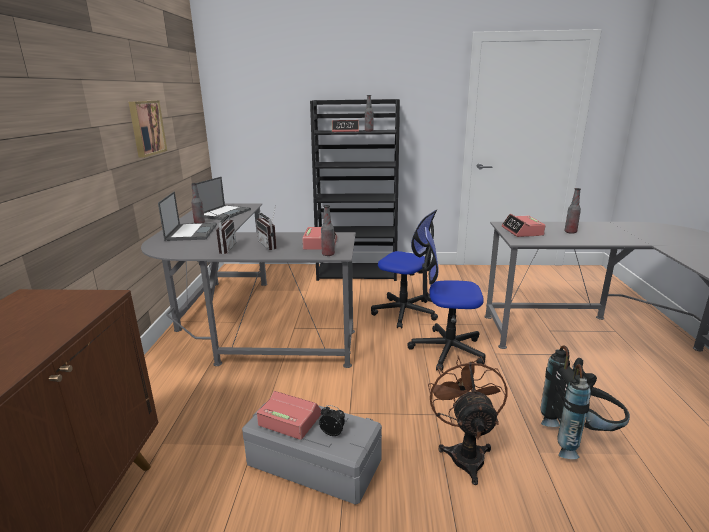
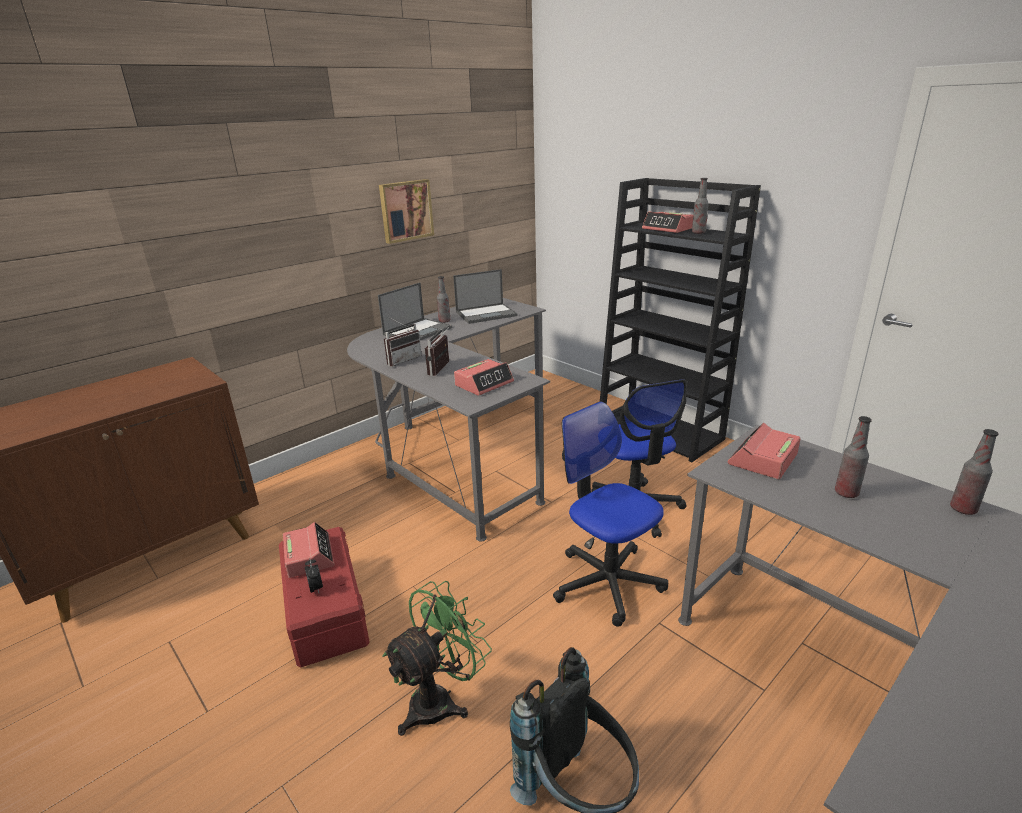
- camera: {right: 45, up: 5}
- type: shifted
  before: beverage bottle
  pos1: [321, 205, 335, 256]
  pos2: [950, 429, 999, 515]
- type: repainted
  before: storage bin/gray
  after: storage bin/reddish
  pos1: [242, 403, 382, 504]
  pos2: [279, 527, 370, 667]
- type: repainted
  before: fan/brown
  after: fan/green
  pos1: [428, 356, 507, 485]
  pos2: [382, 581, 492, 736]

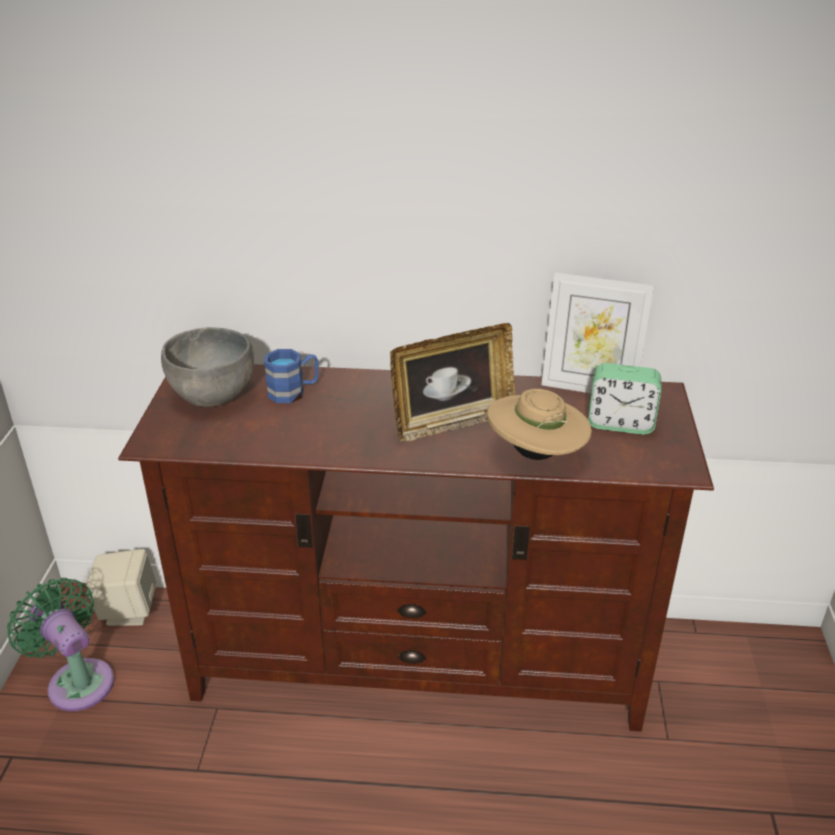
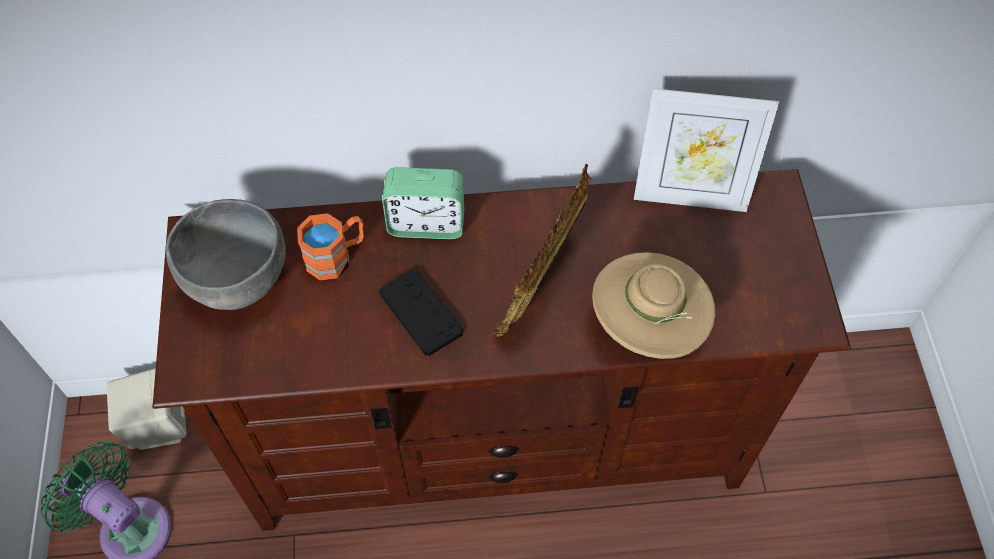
- camera: {right: -10, up: 25}
- type: new
  after: joypad/black
  pos2: [379, 269, 463, 356]
- type: shifted
  before: bedside clock
  pos1: [588, 363, 661, 435]
  pos2: [382, 167, 465, 239]
- type: repainted
  before: coffee mug/blue
  after: coffee mug/orange
  pos1: [264, 349, 318, 403]
  pos2: [297, 213, 364, 280]
- type: rotated
  before: picture frame
  pos1: [390, 323, 516, 442]
  pos2: [490, 164, 592, 337]
  turn: 150

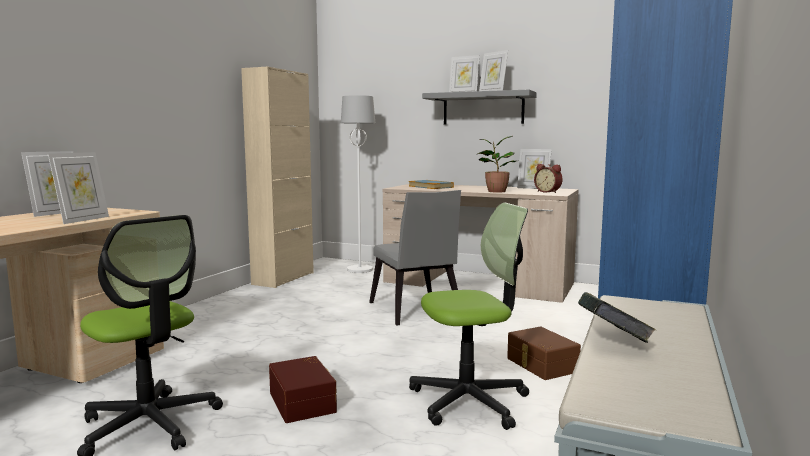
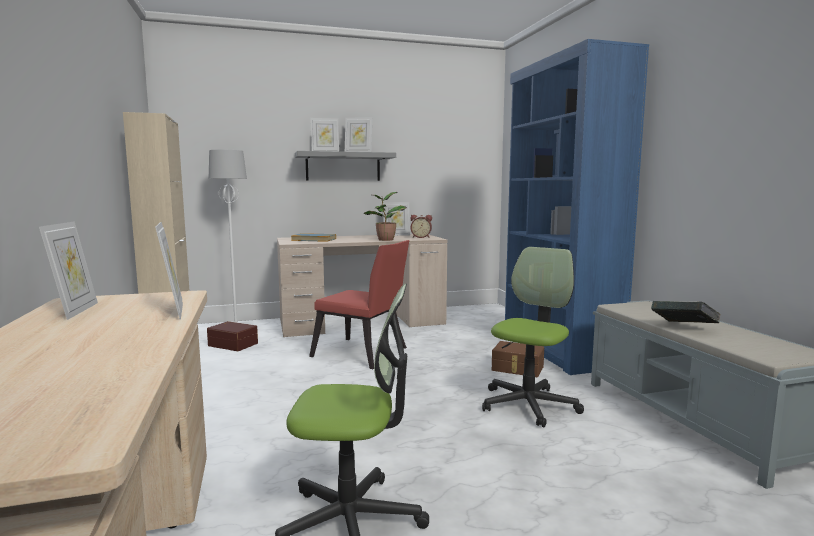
- camera: {right: -40, up: 0}
- type: shifted
  before: storage bin/brown
  pos1: [269, 356, 337, 423]
  pos2: [207, 321, 258, 351]
- type: repainted
  before: chair/gray
  after: chair/reddish
  pos1: [369, 190, 461, 326]
  pos2: [309, 240, 409, 369]

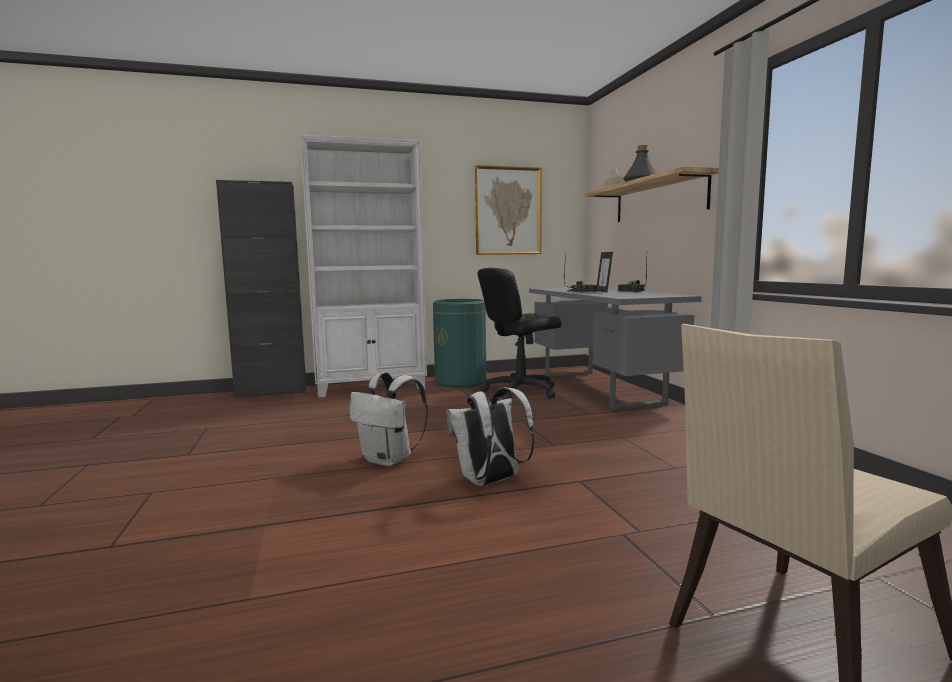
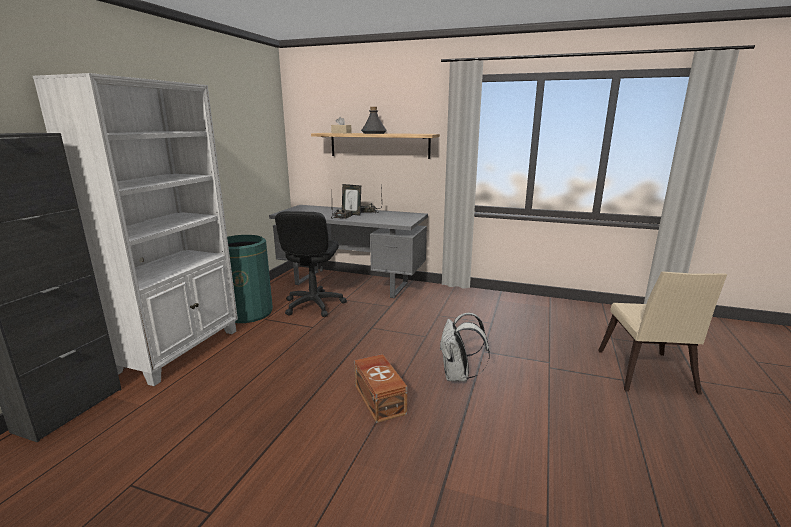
- camera: {right: -55, up: 10}
- type: gone
  before: wall picture
  pos1: [475, 165, 542, 255]
- type: swapped
  before: knapsack/white
  after: storage bin/brown
  pos1: [350, 372, 428, 467]
  pos2: [354, 354, 407, 423]

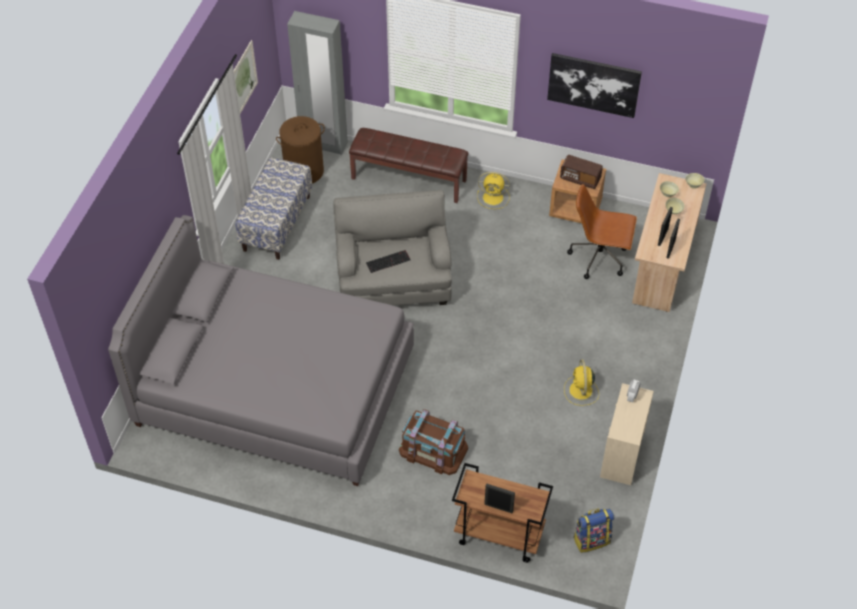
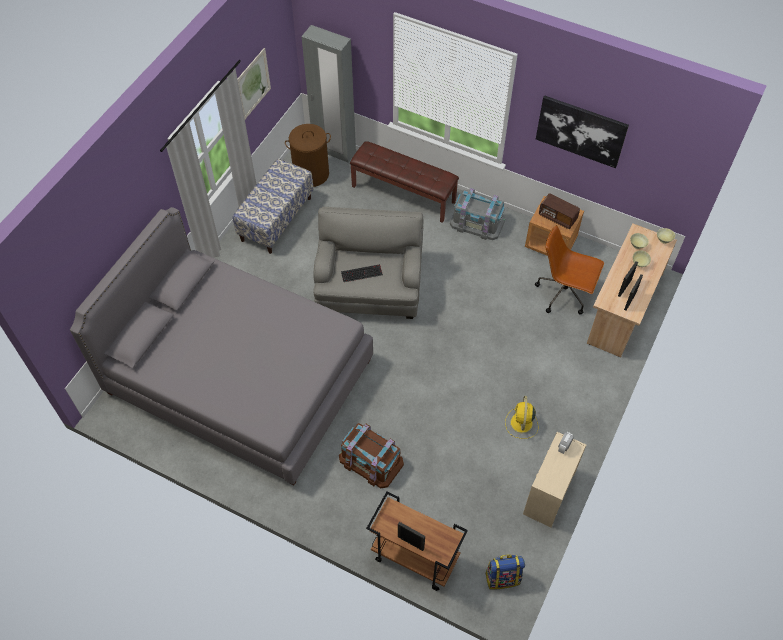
- camera: {right: 10, up: 5}
- type: swapped
  before: fan/yellow-coloured
  after: storage bin/gray
  pos1: [477, 172, 510, 209]
  pos2: [450, 188, 505, 240]

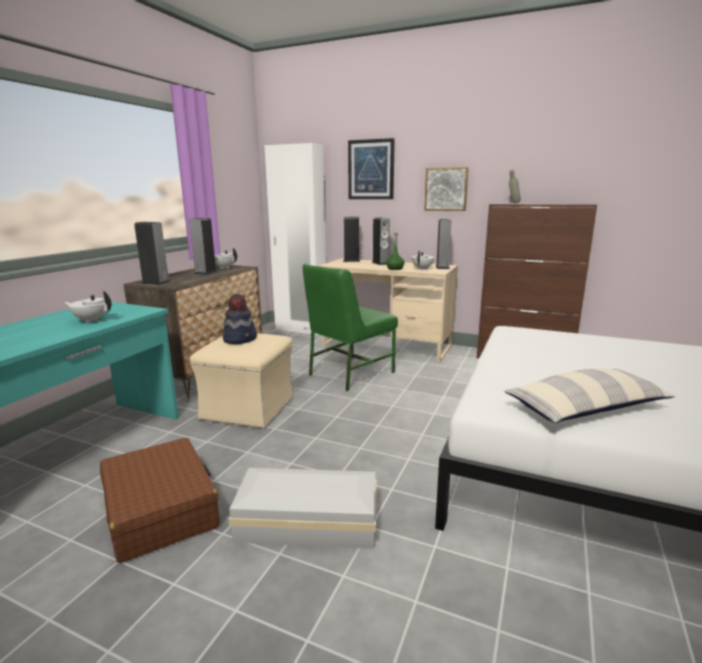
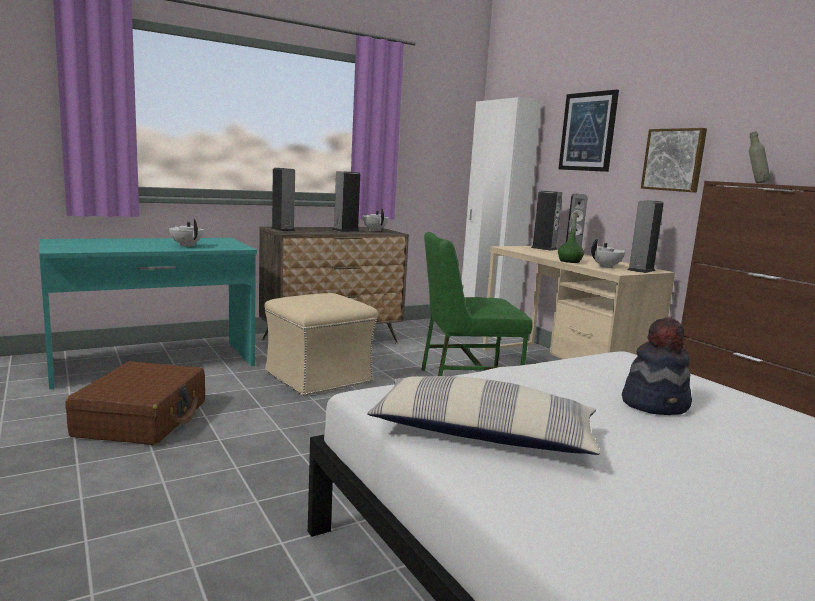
- camera: {right: 35, up: -5}
- type: gone
  before: storage bin/white
  pos1: [228, 468, 377, 549]
- type: shifted
  before: clothing hat
  pos1: [223, 294, 257, 344]
  pos2: [622, 317, 692, 415]

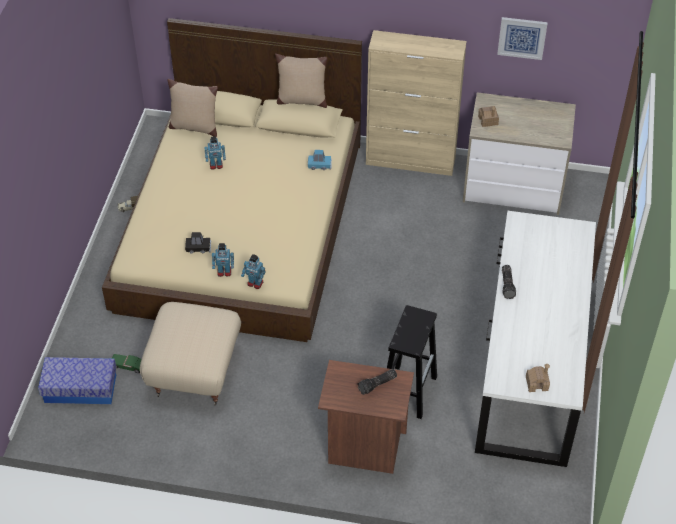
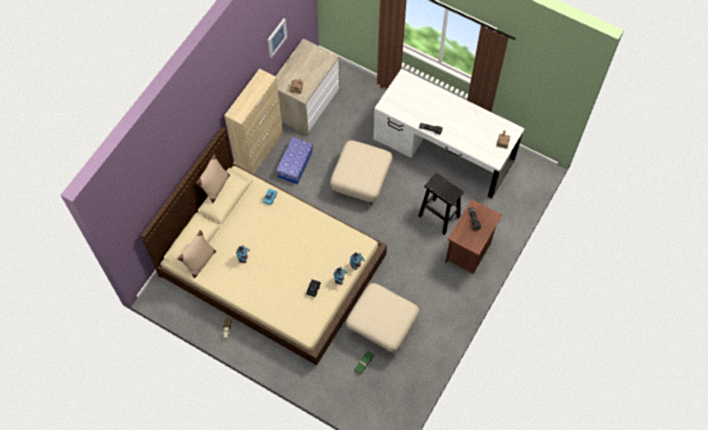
- camera: {right: -70, up: 15}
- type: new
  after: footrest/beige-coloured
  pos2: [330, 140, 393, 206]
- type: shifted
  before: storage bin
  pos1: [38, 357, 116, 404]
  pos2: [276, 137, 313, 184]

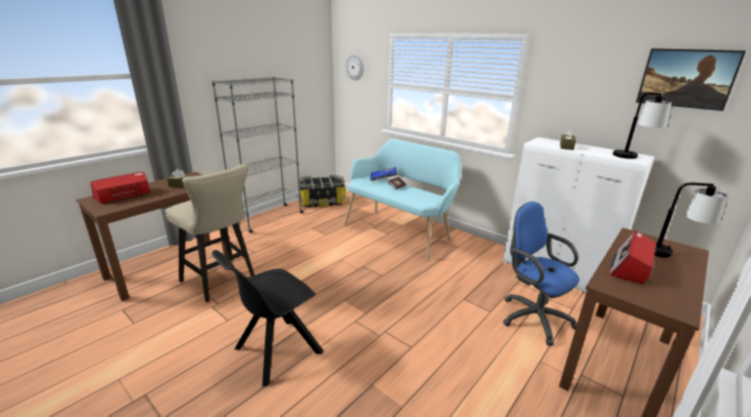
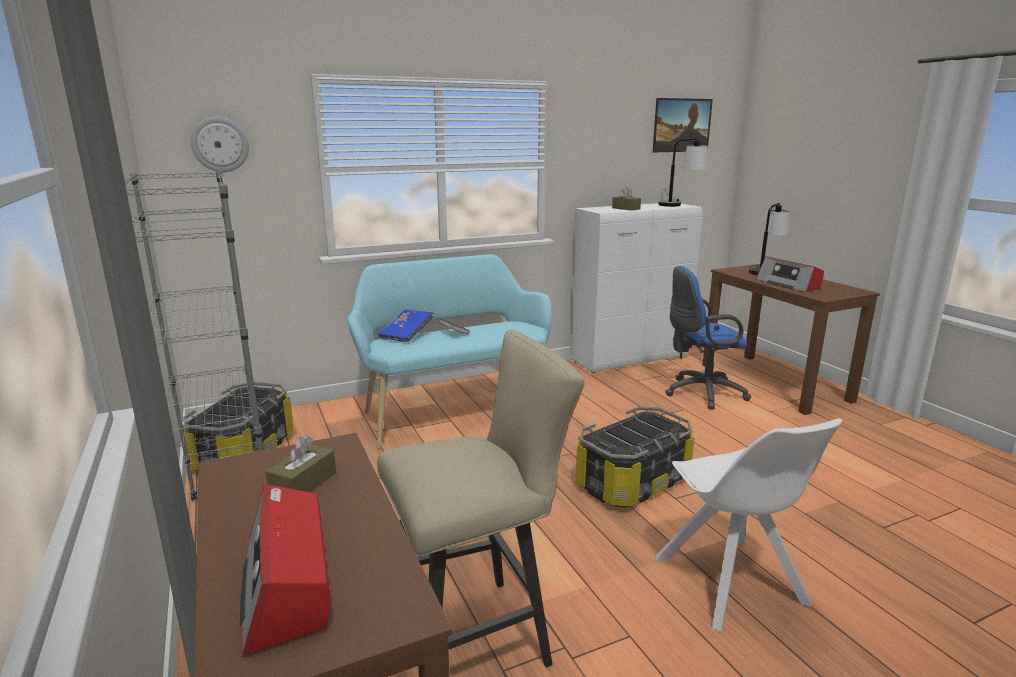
- camera: {right: -65, up: -5}
- type: new
  after: storage bin
  pos2: [575, 407, 694, 508]
- type: repainted
  before: chair/black
  after: chair/white
  pos1: [212, 250, 323, 386]
  pos2: [656, 418, 842, 632]

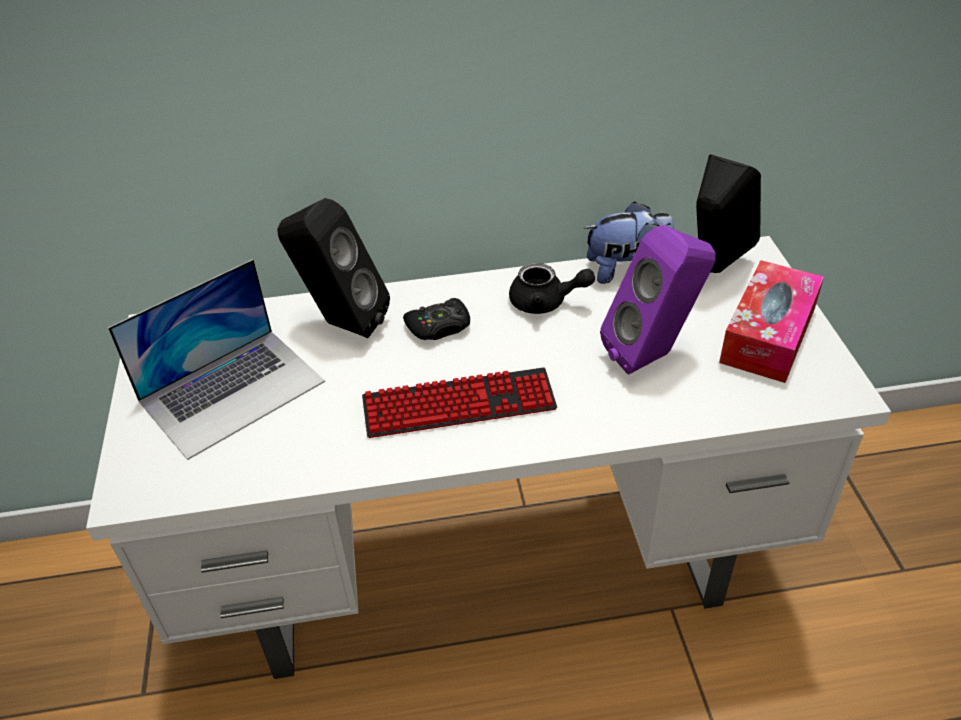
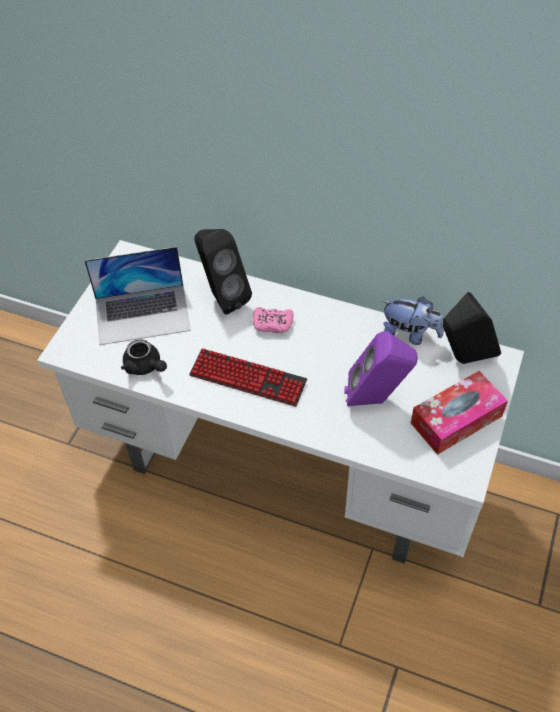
- camera: {right: 30, up: 10}
- type: shifted
  before: pot for tea/black
  pos1: [509, 263, 595, 314]
  pos2: [121, 339, 167, 375]
- type: repainted
  before: joypad/black
  after: joypad/pink
  pos1: [403, 298, 470, 340]
  pos2: [253, 307, 294, 333]

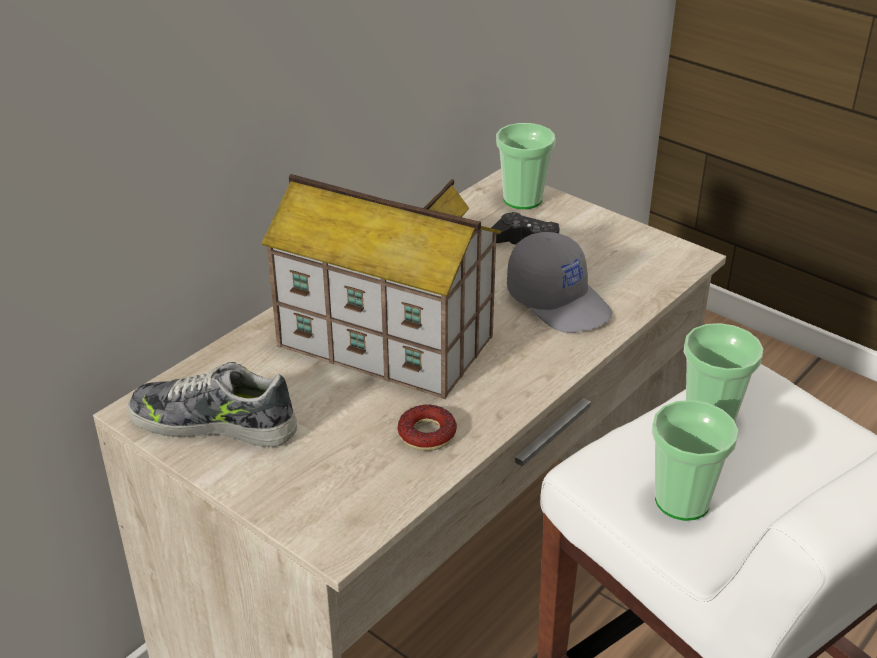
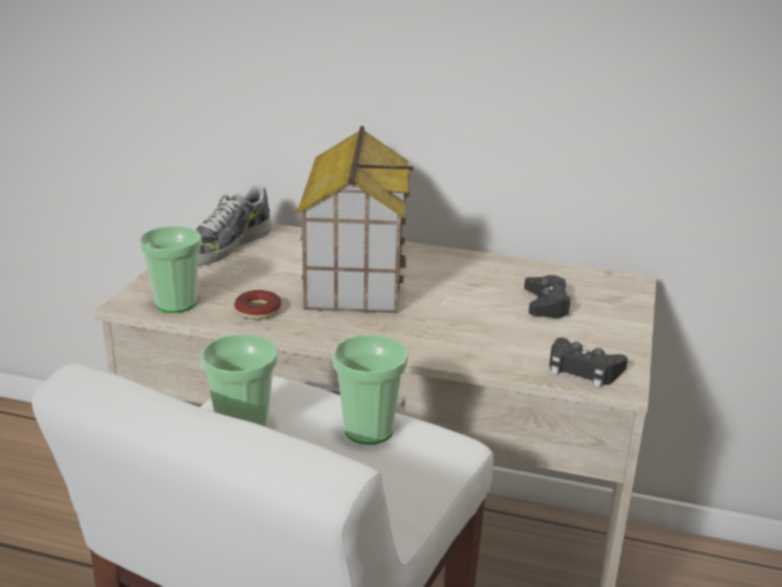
- camera: {right: 65, up: -10}
- type: gone
  before: baseball cap/gray
  pos1: [507, 232, 612, 333]
- type: new
  after: joypad/black
  pos2: [549, 337, 628, 388]
- type: shifted
  before: drinking cup
  pos1: [496, 123, 556, 209]
  pos2: [139, 226, 202, 313]
- type: rotated
  before: shoe
  pos1: [128, 362, 297, 447]
  pos2: [196, 185, 272, 265]
  turn: -135

